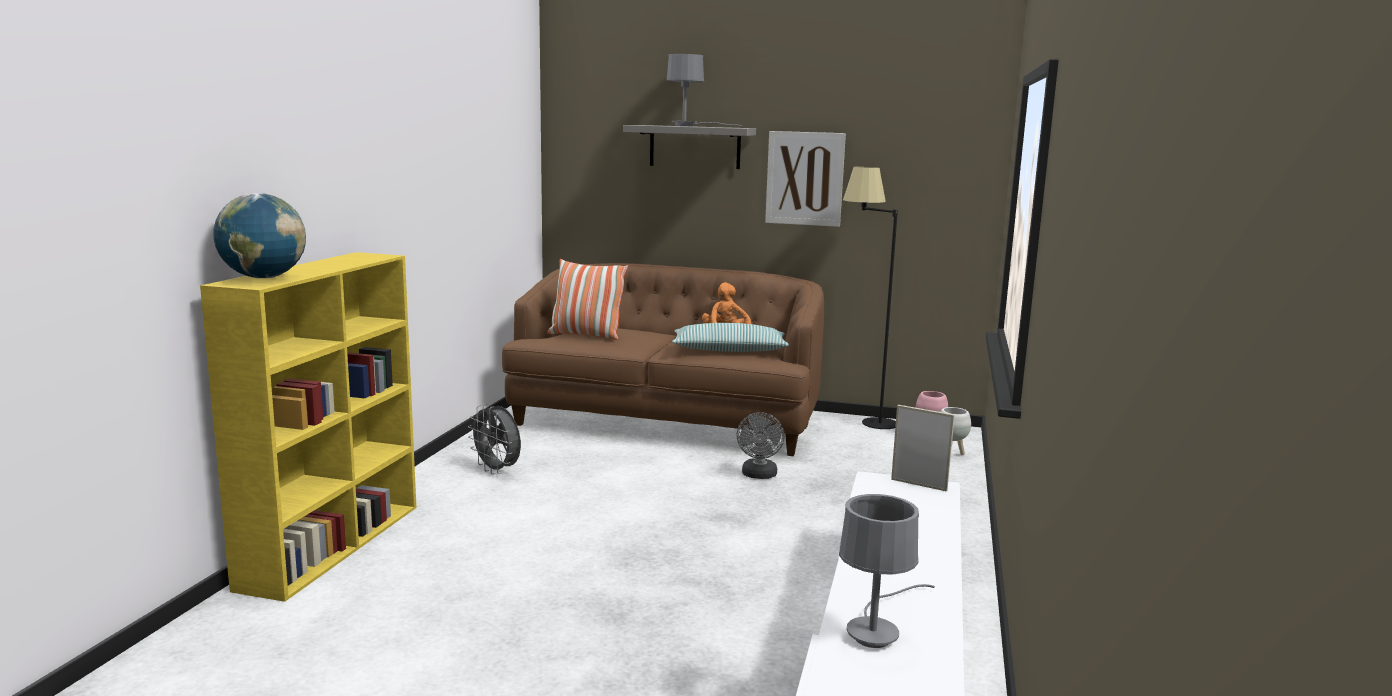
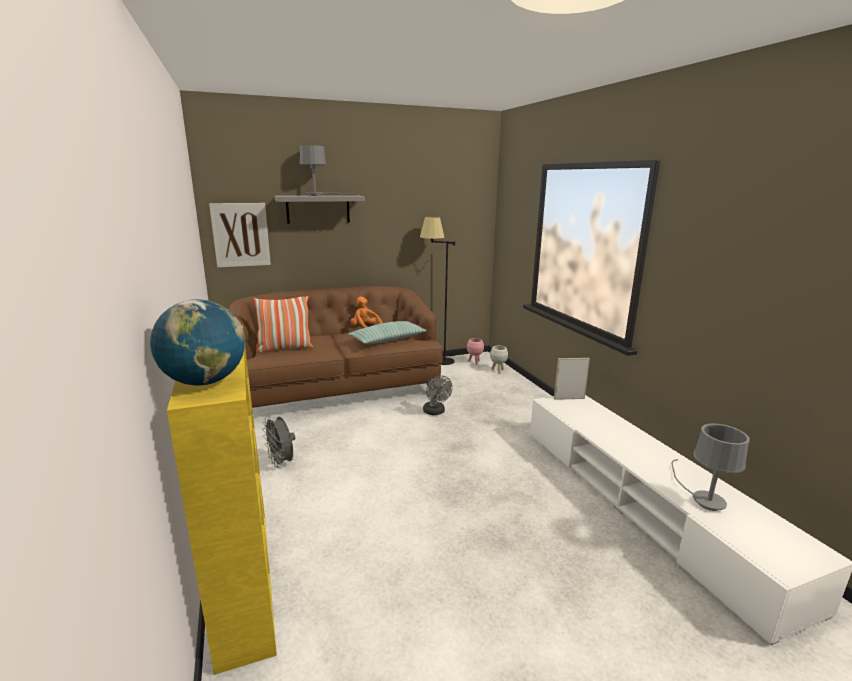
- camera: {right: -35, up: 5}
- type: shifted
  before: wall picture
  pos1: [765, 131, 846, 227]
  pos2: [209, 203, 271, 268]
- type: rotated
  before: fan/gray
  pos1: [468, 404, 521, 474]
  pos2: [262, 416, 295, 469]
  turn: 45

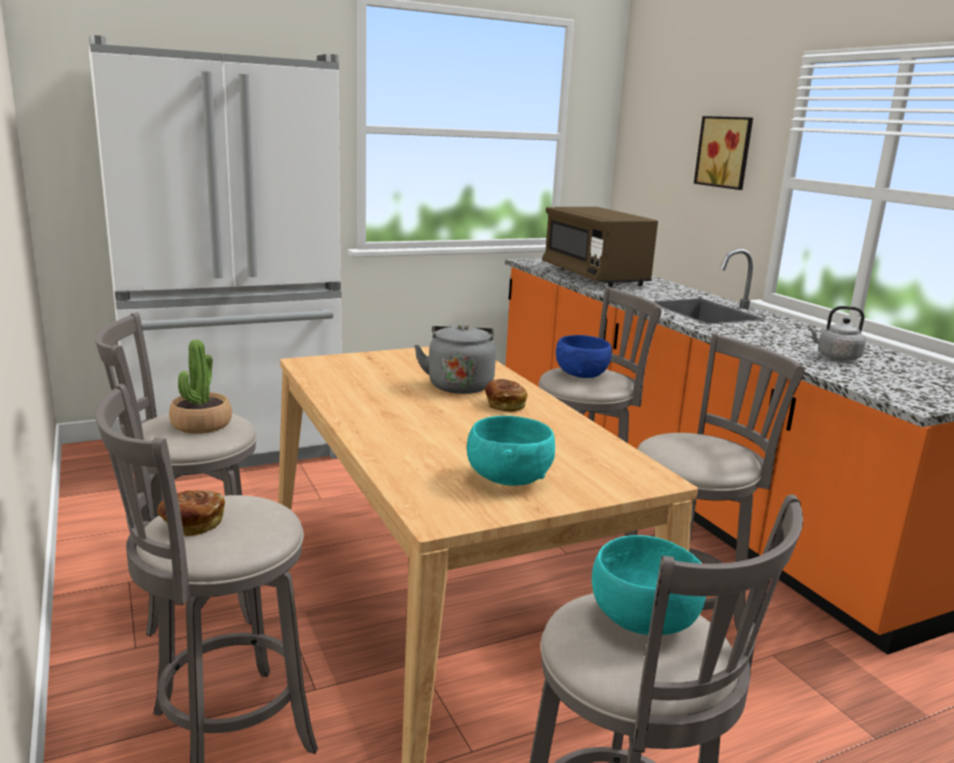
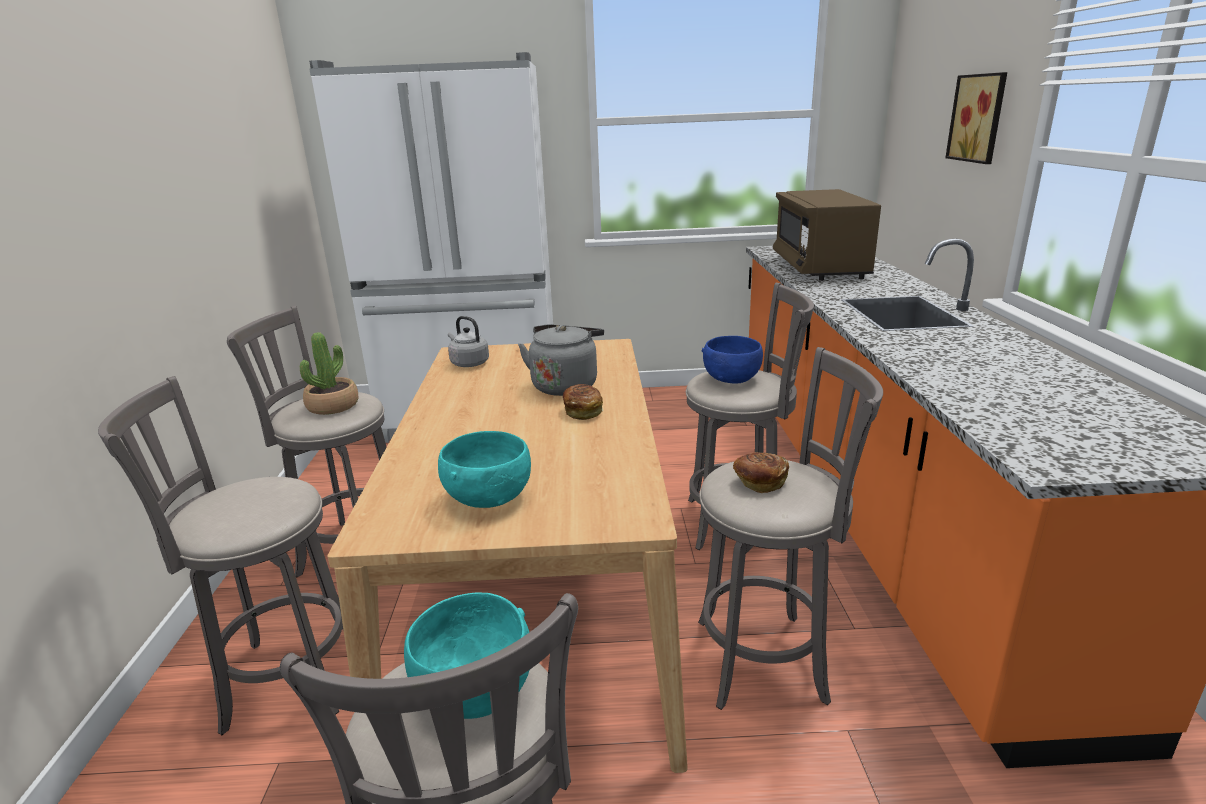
- camera: {right: 25, up: 5}
- type: shifted
  before: bread
  pos1: [157, 490, 225, 536]
  pos2: [733, 452, 789, 493]
- type: shifted
  before: water kettle/gray
  pos1: [808, 306, 866, 361]
  pos2: [448, 316, 489, 367]

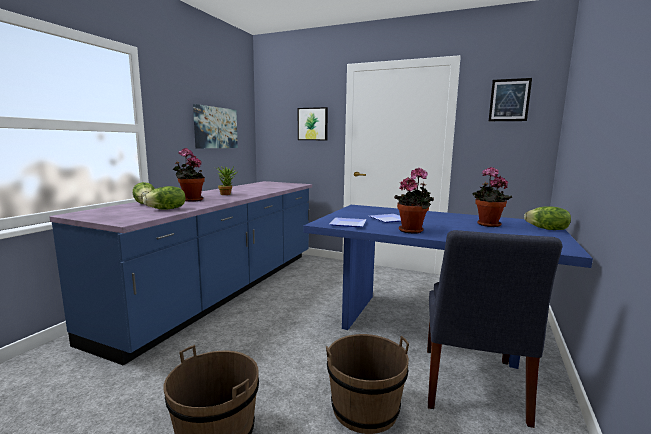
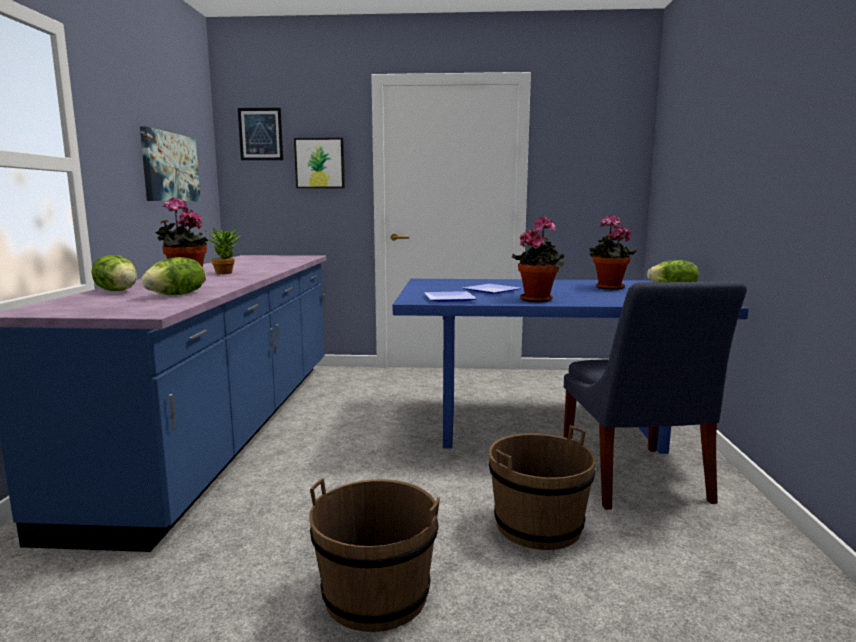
- camera: {right: -20, up: 0}
- type: shifted
  before: wall picture
  pos1: [489, 78, 532, 121]
  pos2: [238, 108, 283, 160]

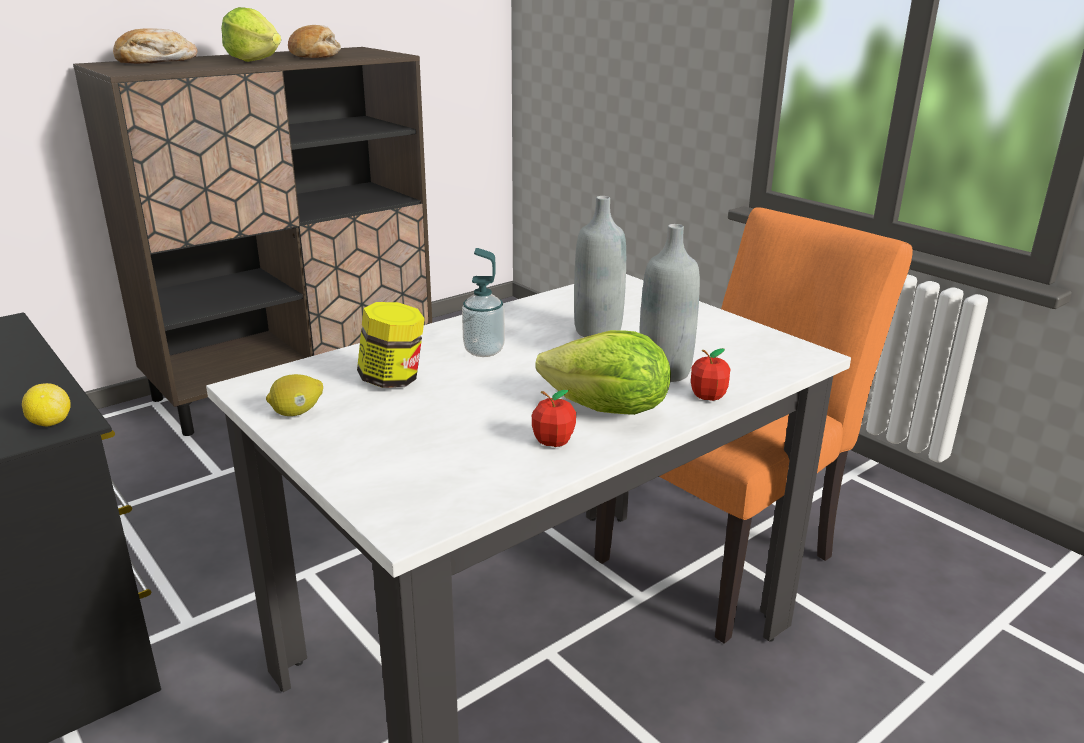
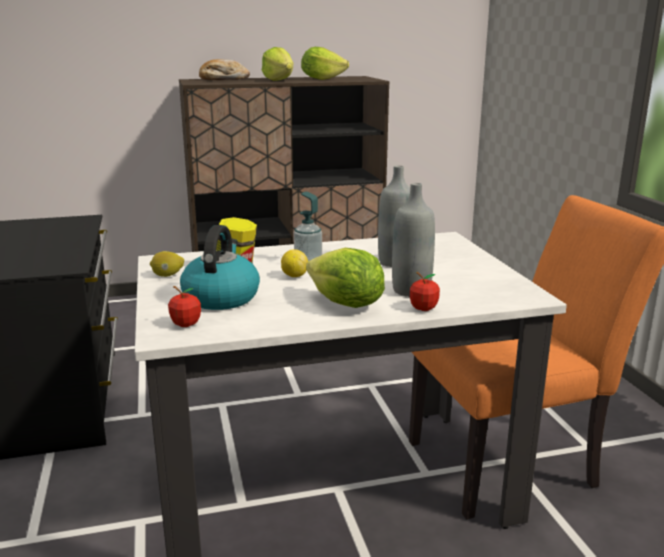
- camera: {right: 25, up: -5}
- type: new
  after: water kettle
  pos2: [180, 225, 260, 310]
- type: shifted
  before: citrus fruit
  pos1: [22, 383, 71, 426]
  pos2: [281, 249, 308, 277]
- type: shifted
  before: apple
  pos1: [532, 390, 576, 447]
  pos2: [168, 286, 201, 327]
- type: swapped
  before: bread
  after: lettuce head
  pos1: [288, 25, 341, 58]
  pos2: [301, 47, 349, 80]

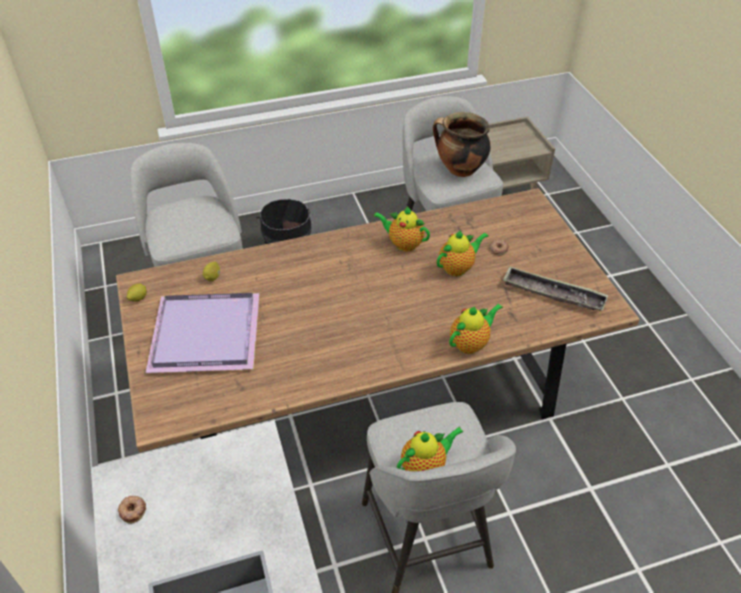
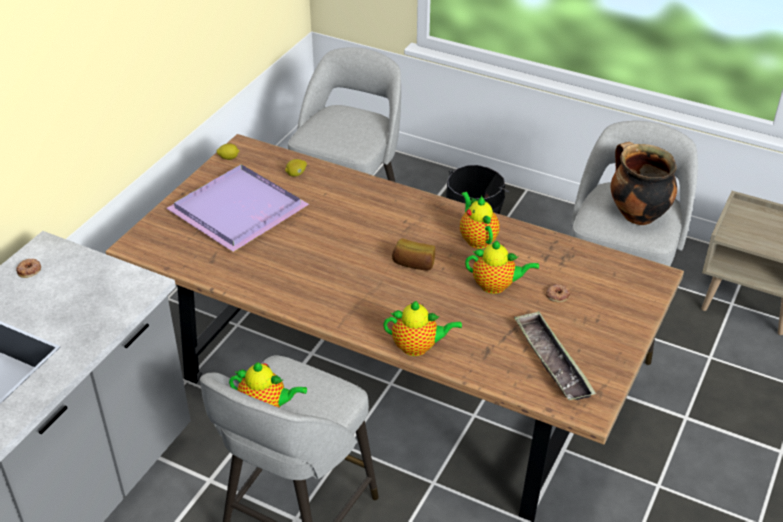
- camera: {right: 45, up: -5}
- type: new
  after: bread
  pos2: [392, 239, 435, 270]

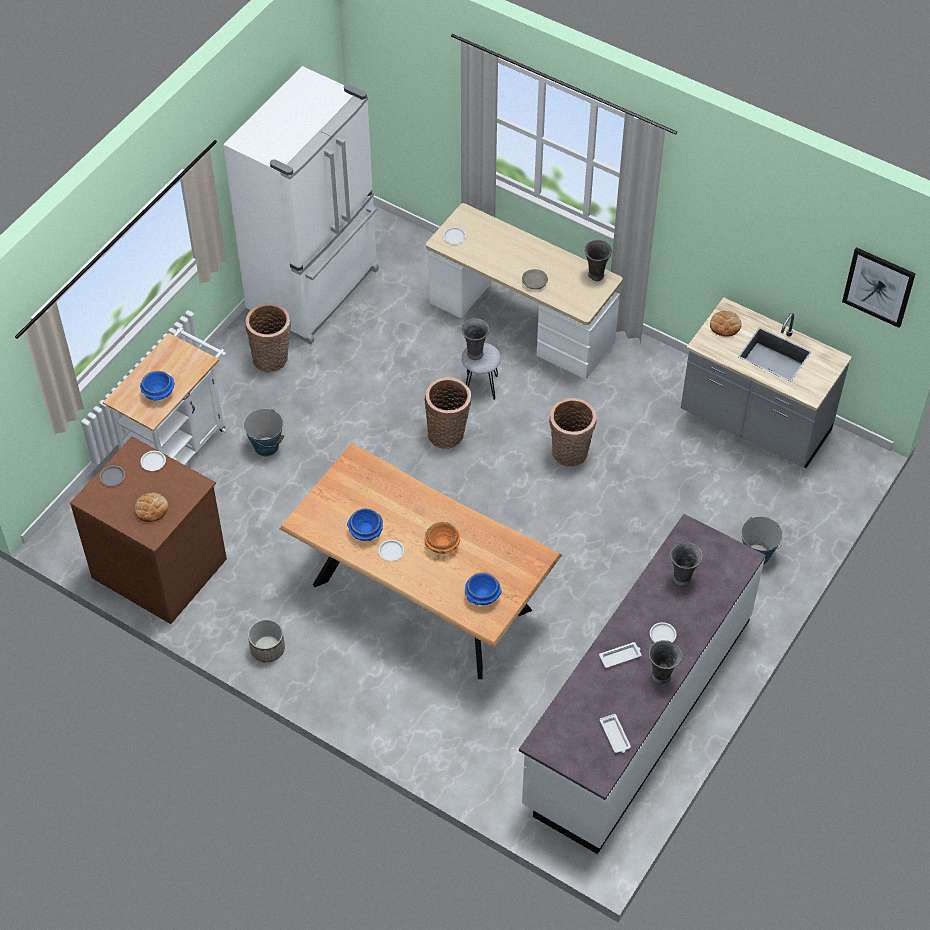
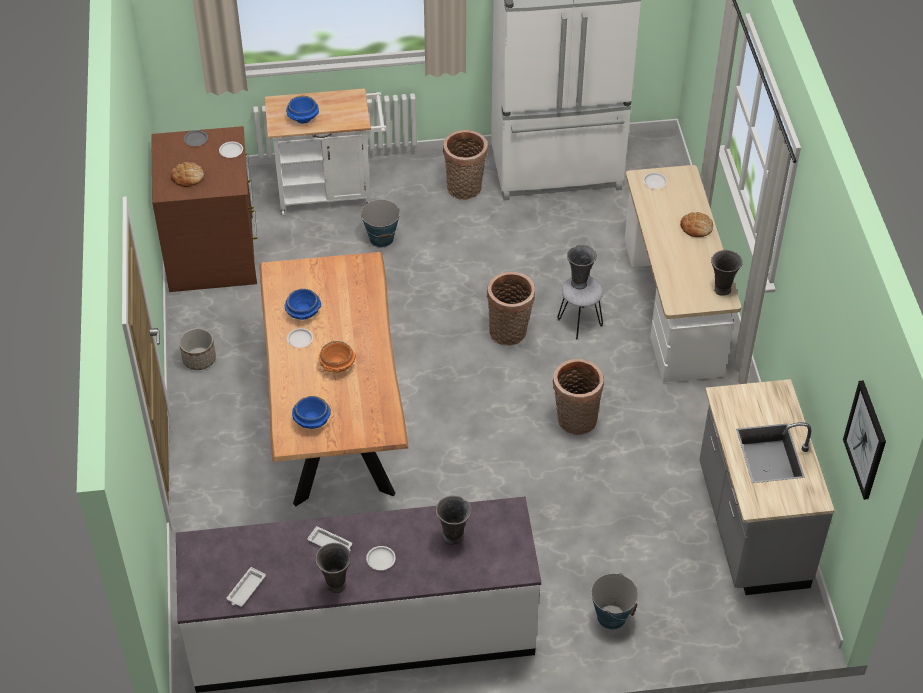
- camera: {right: 50, up: -5}
- type: gone
  before: serving bowl/gray
  pos1: [522, 269, 548, 290]
- type: shifted
  before: bread
  pos1: [710, 311, 742, 337]
  pos2: [680, 212, 713, 237]

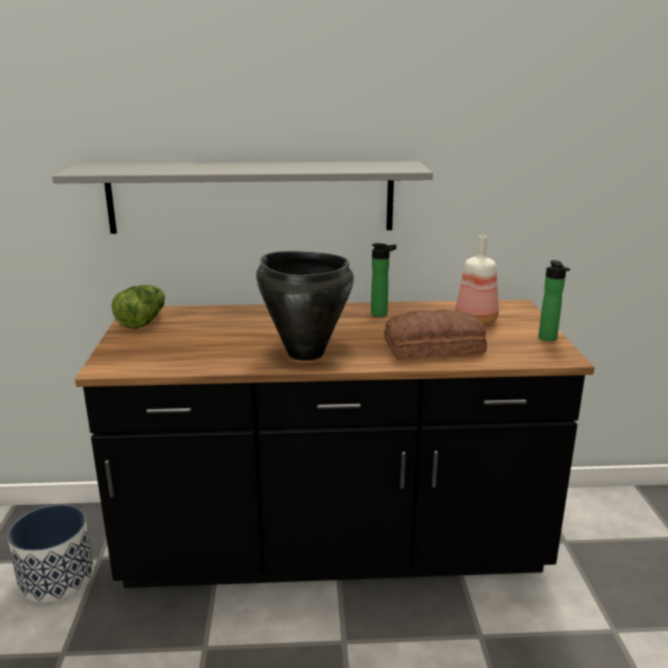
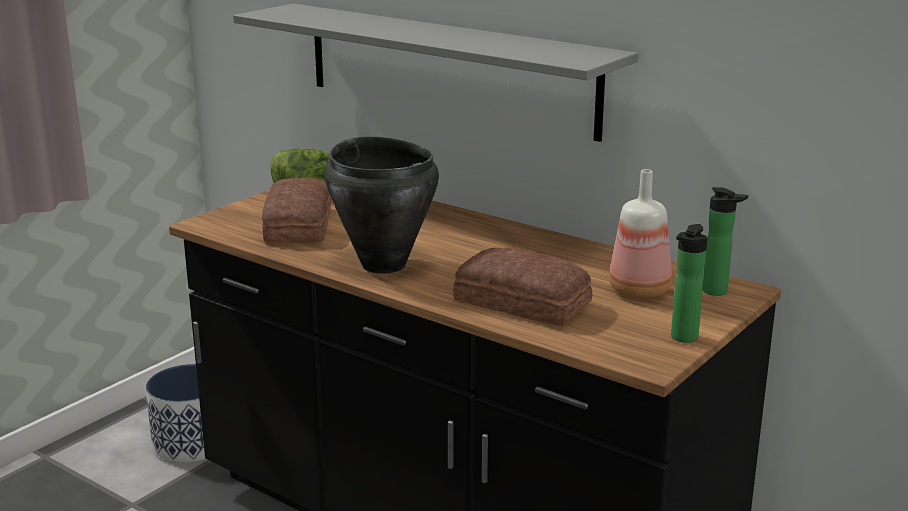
- camera: {right: 40, up: 0}
- type: new
  after: bread
  pos2: [262, 177, 331, 243]
- type: shifted
  before: beverage bottle
  pos1: [371, 243, 397, 317]
  pos2: [702, 187, 748, 296]

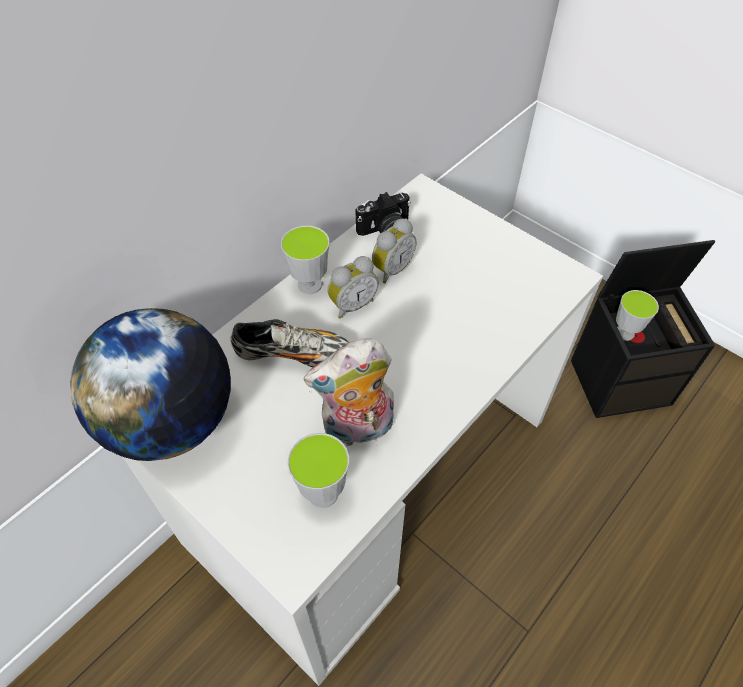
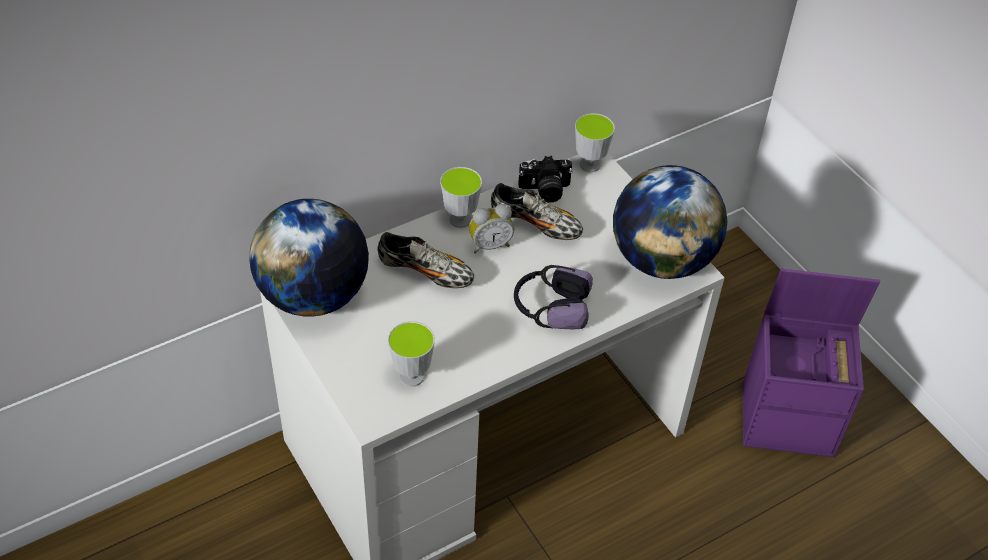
- camera: {right: 15, up: -5}
- type: gone
  before: soft toy
  pos1: [304, 338, 394, 446]
- type: new
  after: headset
  pos2: [514, 265, 593, 329]
- type: new
  after: desk globe
  pos2: [613, 165, 727, 279]
- type: shifted
  before: drinking cup
  pos1: [616, 290, 659, 341]
  pos2: [575, 113, 615, 172]
- type: swapped
  before: bedside clock
  after: shoe
  pos1: [372, 218, 416, 284]
  pos2: [491, 183, 583, 240]
- type: repainted
  before: storage bin/black
  after: storage bin/purplish
  pos1: [571, 240, 715, 418]
  pos2: [743, 269, 880, 457]

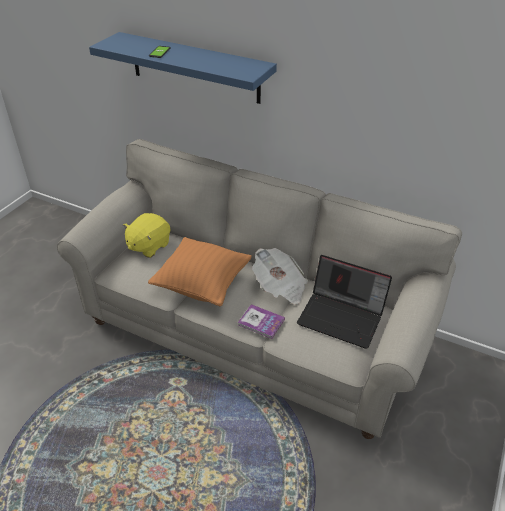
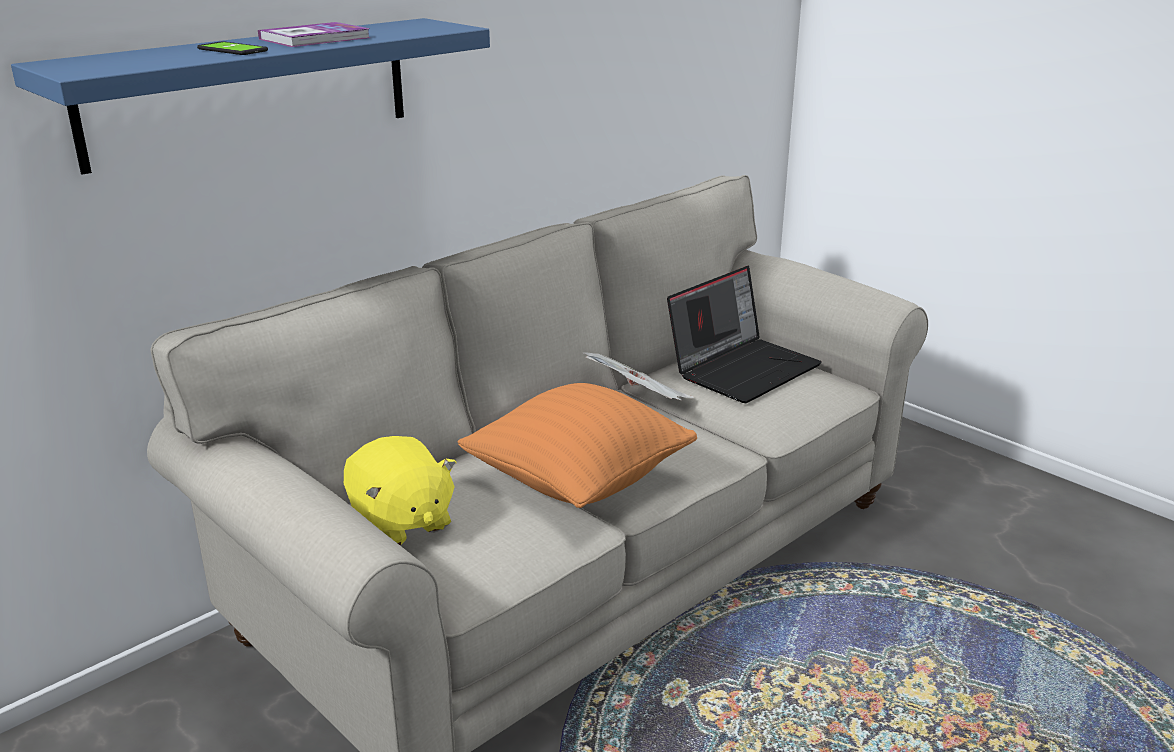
- camera: {right: -70, up: -15}
- type: shifted
  before: book
  pos1: [238, 304, 285, 339]
  pos2: [258, 22, 370, 47]

